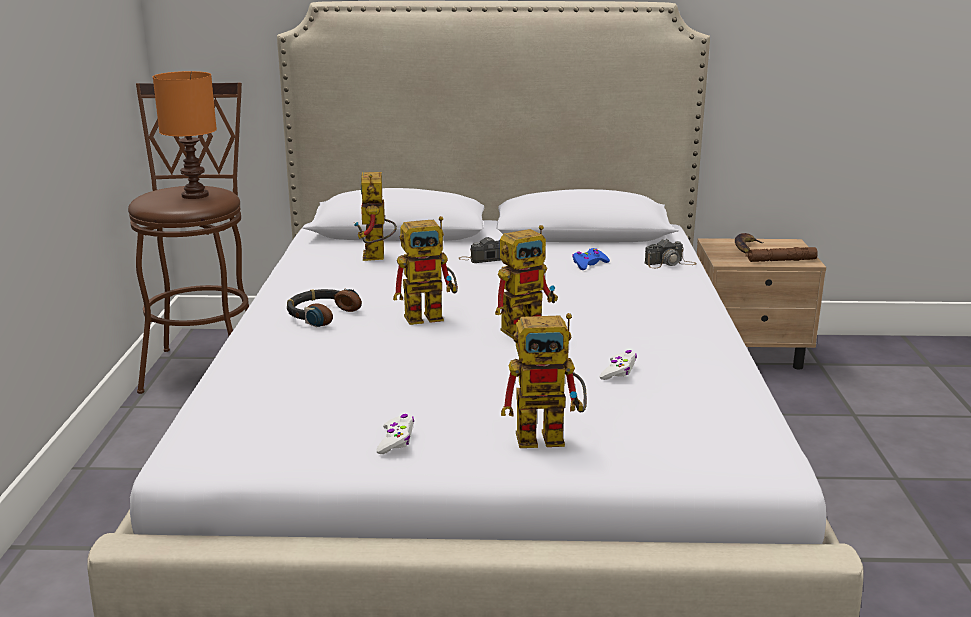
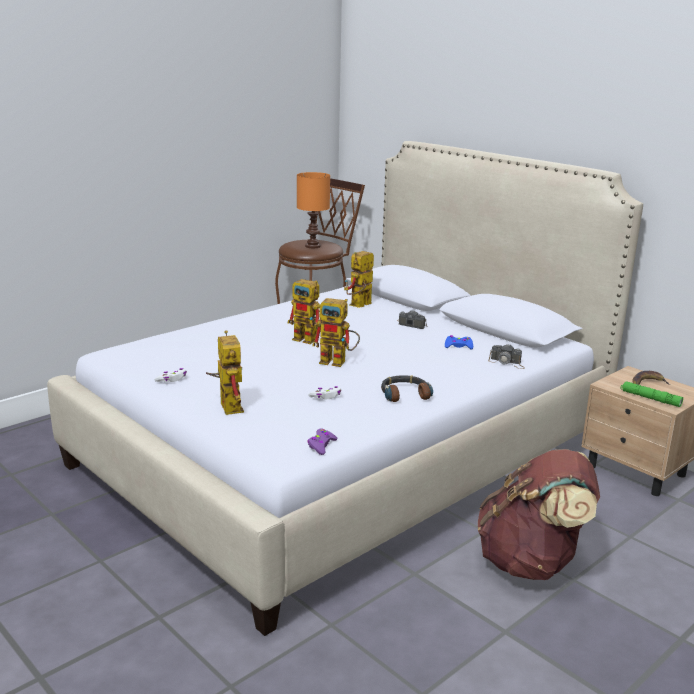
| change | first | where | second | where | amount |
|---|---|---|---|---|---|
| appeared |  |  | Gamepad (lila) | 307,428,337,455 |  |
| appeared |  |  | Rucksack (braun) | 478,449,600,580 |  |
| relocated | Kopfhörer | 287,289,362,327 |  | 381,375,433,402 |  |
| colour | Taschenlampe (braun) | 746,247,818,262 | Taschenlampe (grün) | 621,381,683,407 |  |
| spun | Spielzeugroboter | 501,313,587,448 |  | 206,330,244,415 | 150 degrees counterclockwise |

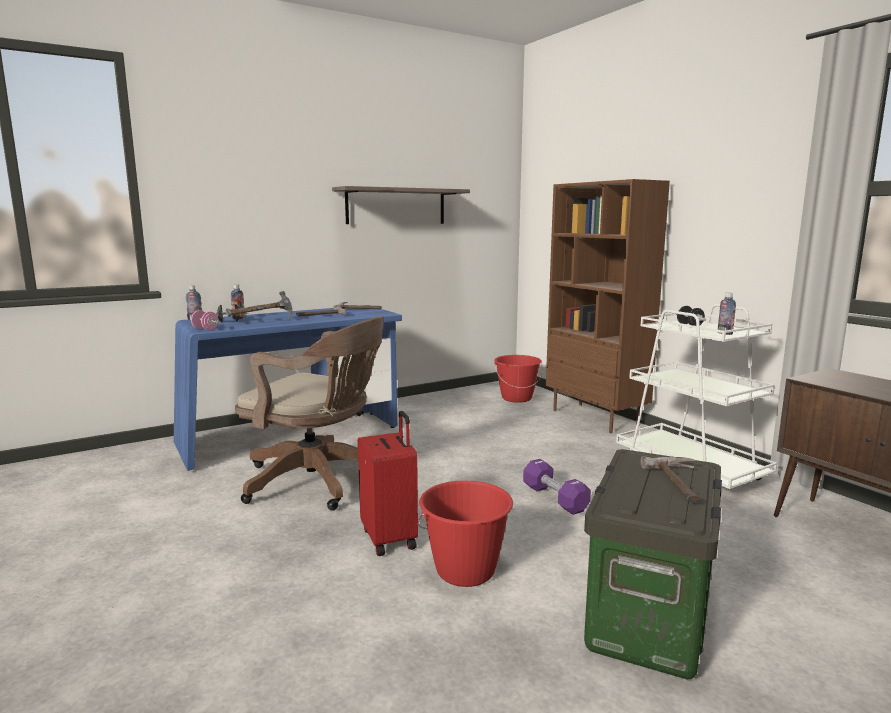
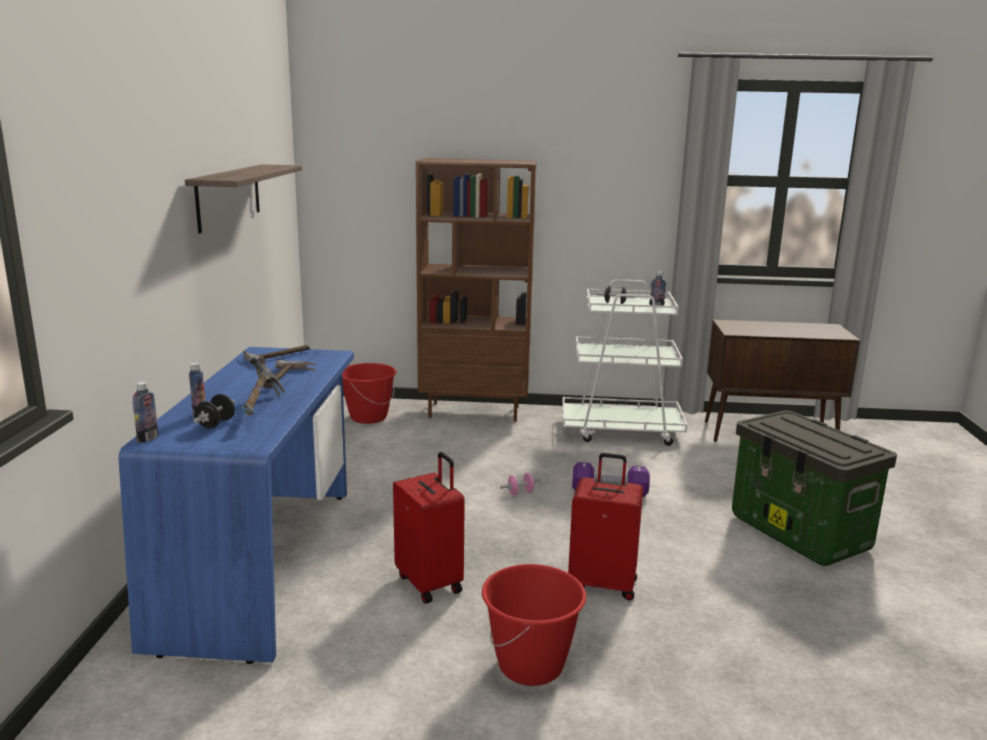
| change | first | where | second | where | amount |
|---|---|---|---|---|---|
| missing | Hammer | 640,456,700,502 |  |  |  |
| relocated | Hantel (rosa) | 191,310,219,330 |  | 500,473,541,495 |  |
| relocated | Eimer (rot) | 418,480,513,587 |  | 482,564,586,686 |  |
| exchanged | Bürostuhl (braun) | 235,316,384,511 | Koffer (rot) | 393,452,465,603 |  |

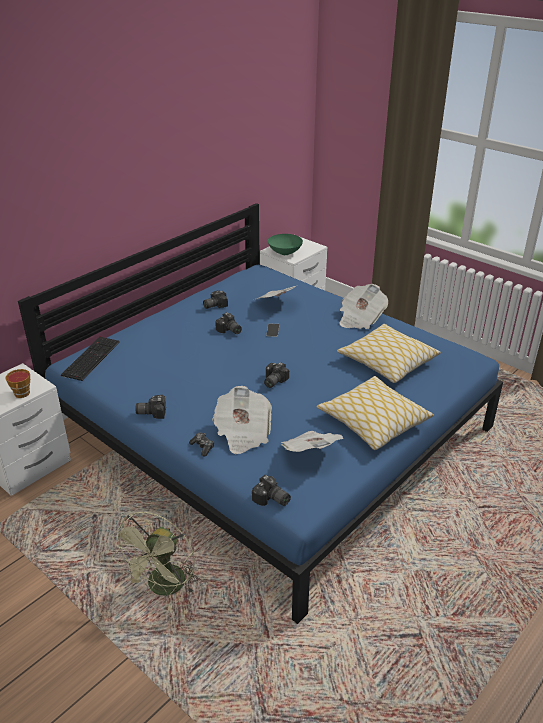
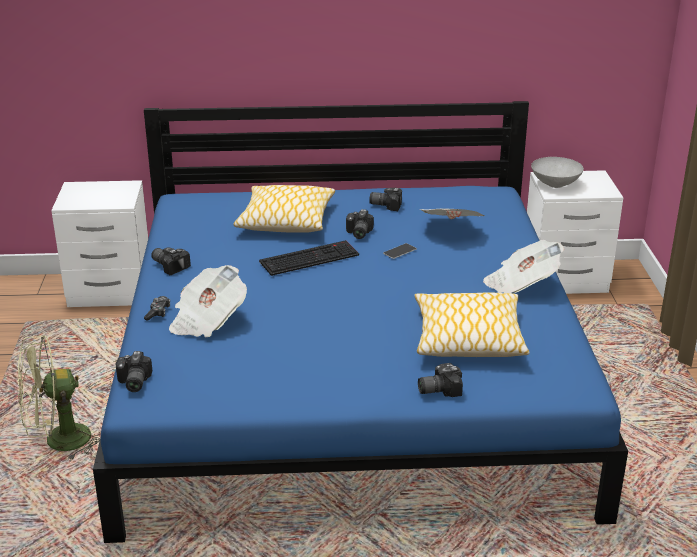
| change | first | where | second | where | amount |
|---|---|---|---|---|---|
| missing | Tasse | 5,369,30,398 |  |  |  |
| missing | Zeitung | 281,431,343,452 |  |  |  |
| relocated | Tastatur | 61,337,120,381 |  | 259,240,359,276 |  |
| relocated | Kamera | 264,362,289,388 |  | 418,363,463,397 |  |
| relocated | Kissen | 317,376,434,450 |  | 233,185,335,233 |  |
| colour | Schüssel (grün) | 268,234,303,255 | Schüssel (grau) | 531,157,584,188 |  |

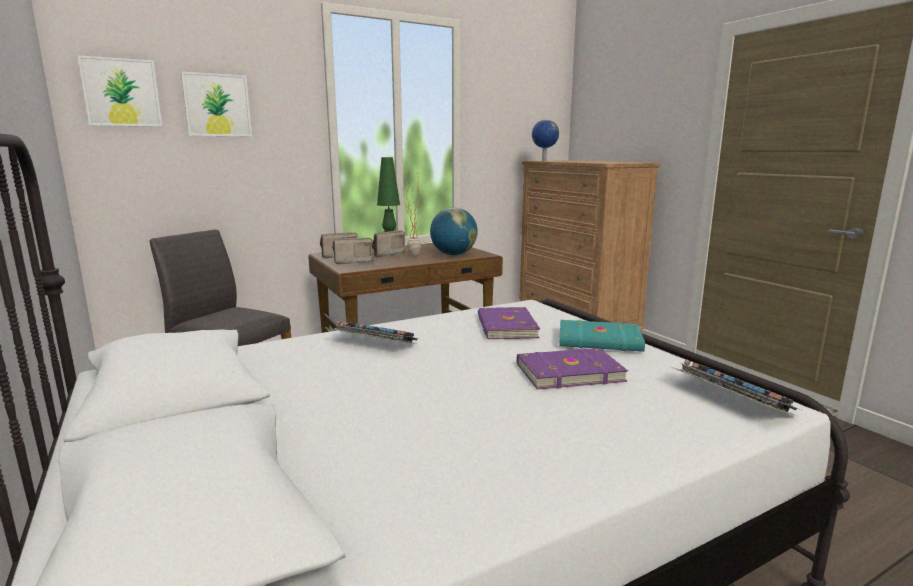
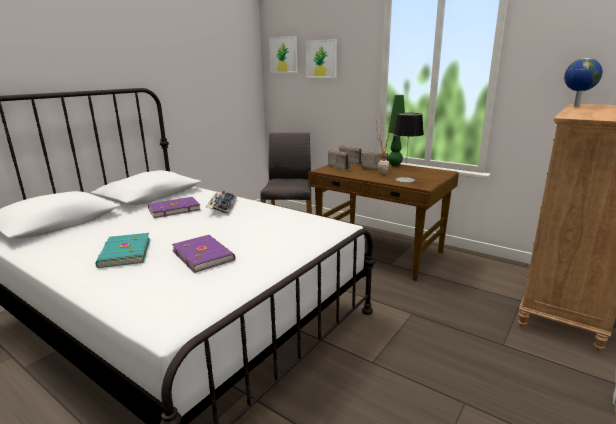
| change | first | where | second | where | amount |
|---|---|---|---|---|---|
| missing | Tastatur | 672,360,801,416 |  |  |  |
| relocated | Buch (lila) | 478,307,540,339 |  | 148,197,201,218 |  |
| relocated | Buch (türkis) | 559,320,645,352 |  | 95,233,150,268 |  |
| exchanged | Globus | 430,207,478,255 | Tischlampe | 394,113,424,183 |  |

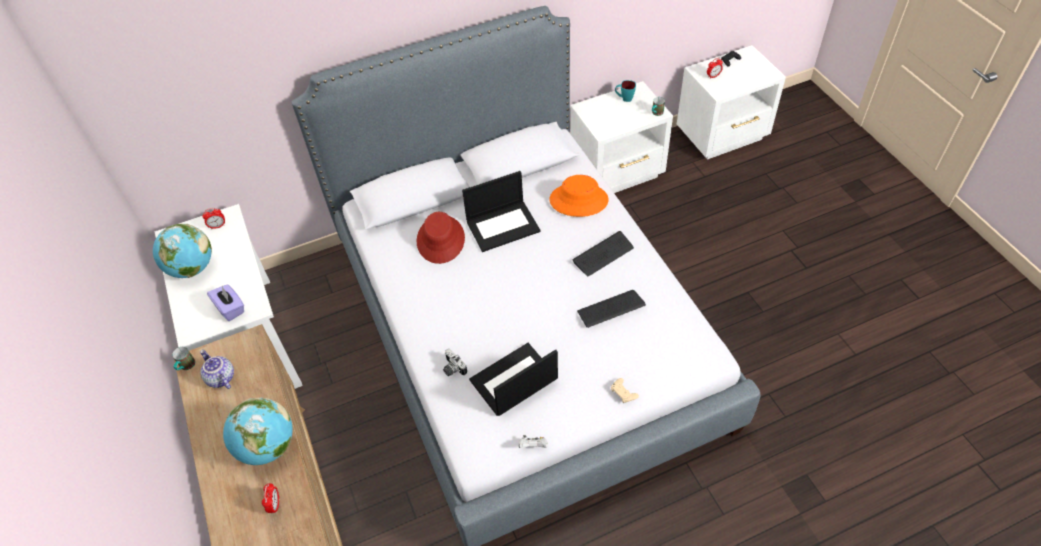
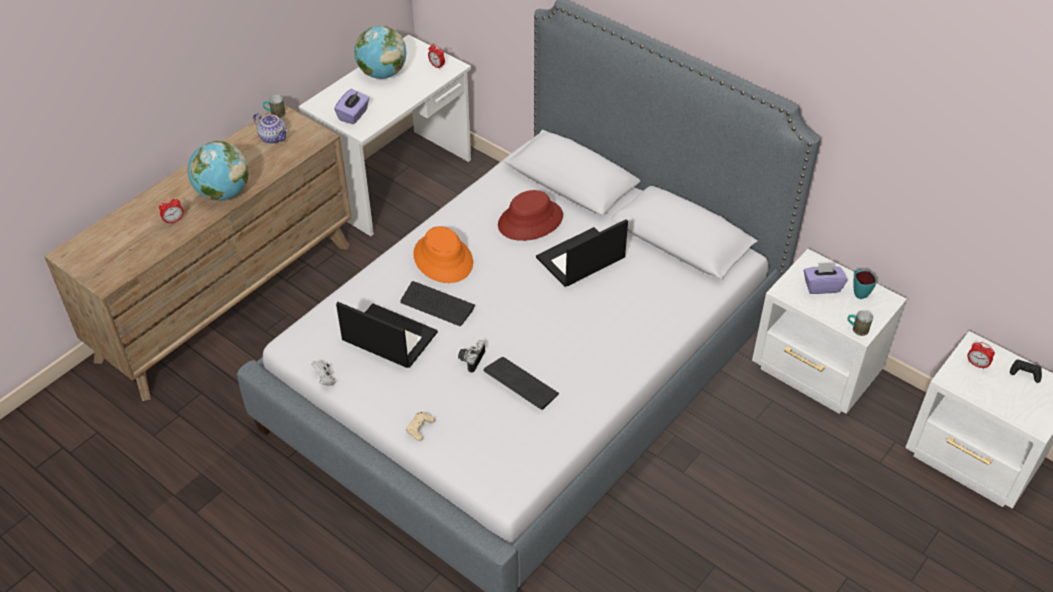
| change | first | where | second | where | amount |
|---|---|---|---|---|---|
| appeared |  |  | Taschentuchbox (lila) | 804,263,848,294 |  |
| relocated | Kamera | 443,349,467,376 |  | 458,340,485,373 |  |
| relocated | Hut (orange) | 549,175,609,217 |  | 413,226,473,283 |  |
| relocated | Tastatur | 572,231,634,276 |  | 400,281,475,326 |  |
| spun | Teekanne | 200,350,234,389 |  | 253,113,288,144 | 105 degrees clockwise |
| spun | Laptop | 462,171,540,252 |  | 536,219,628,287 | 105 degrees clockwise |

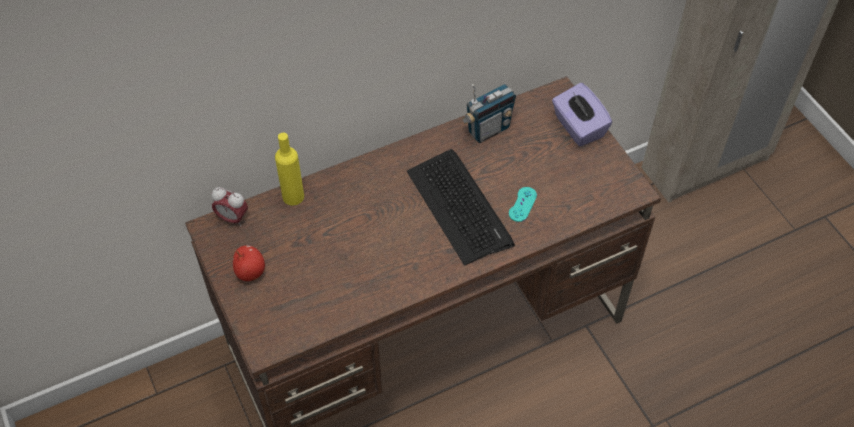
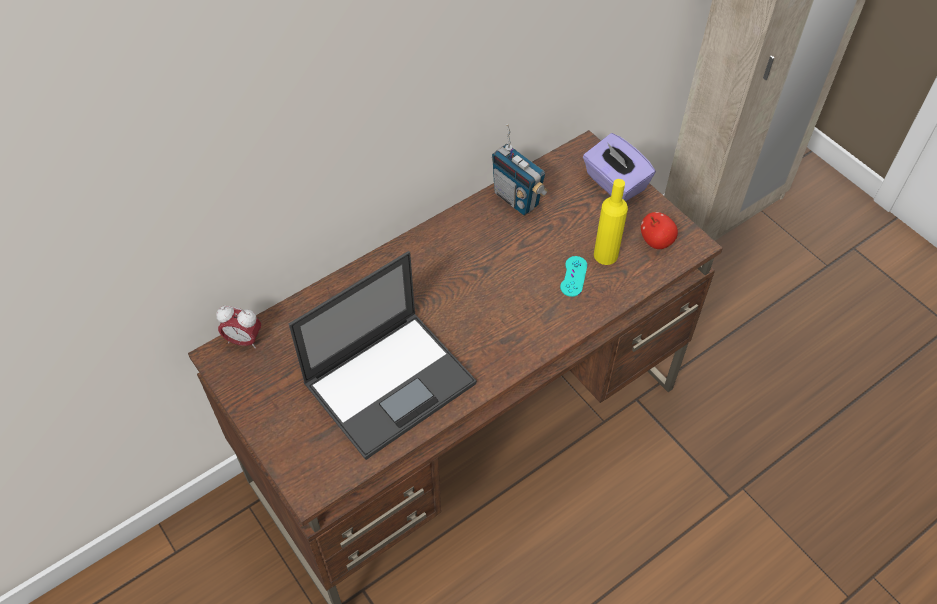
| change | first | where | second | where | amount |
|---|---|---|---|---|---|
| missing | Tastatur | 407,149,515,265 |  |  |  |
| appeared |  |  | Laptop | 289,251,477,460 |  |
| relocated | Apfel | 233,245,265,281 |  | 641,212,678,249 |  |
| relocated | Flasche (gelb) | 275,133,304,205 |  | 594,179,628,265 |  |
| spun | Radio | 462,84,516,143 |  | 492,124,549,215 | 90 degrees clockwise |

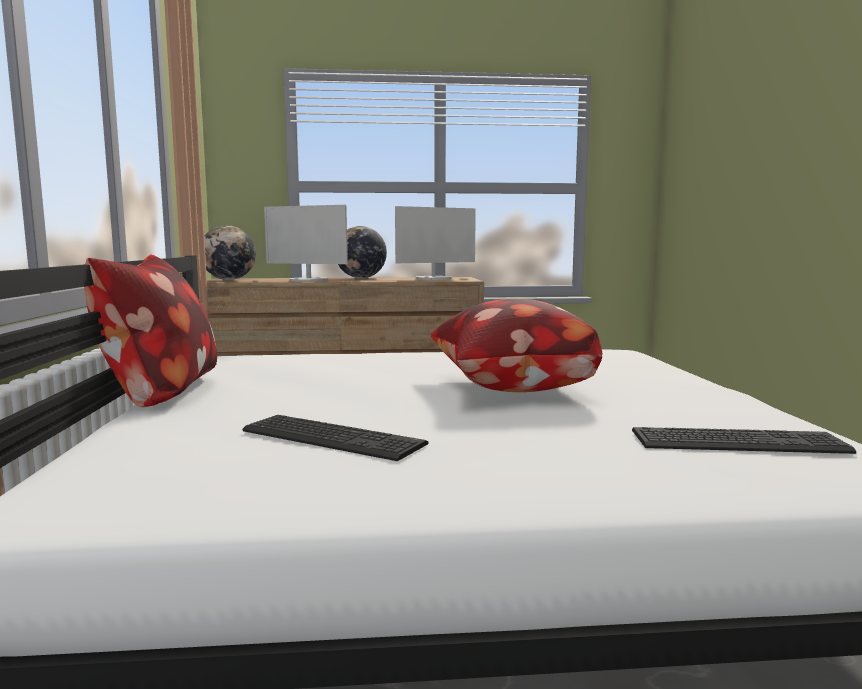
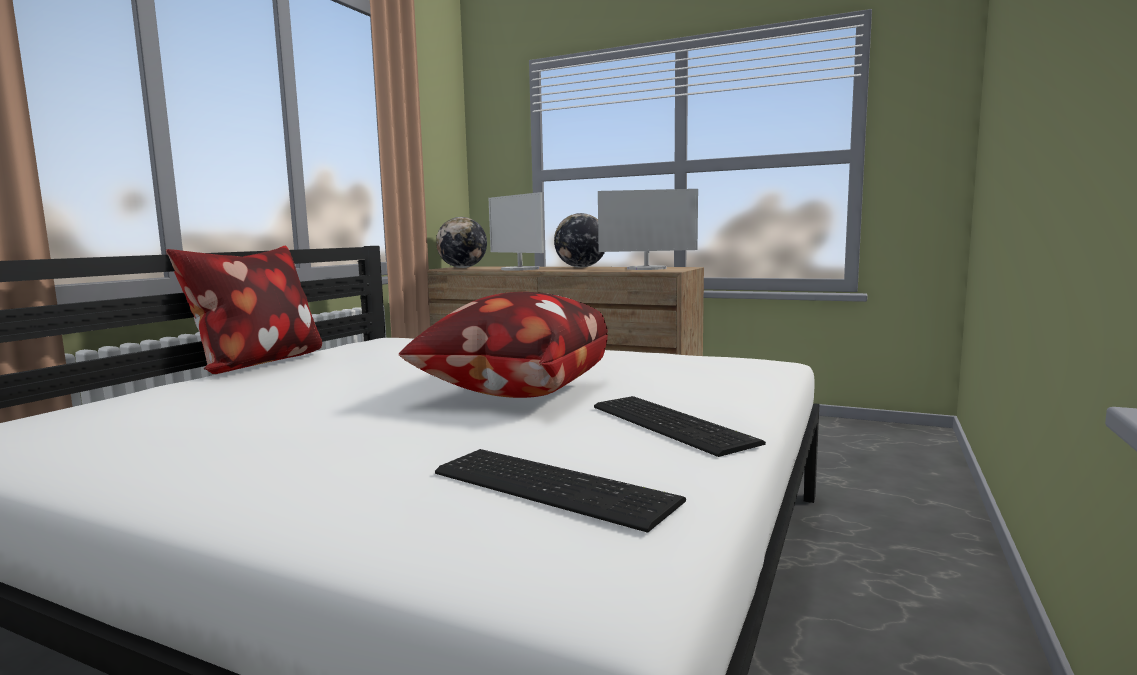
| change | first | where | second | where | amount |
|---|---|---|---|---|---|
| relocated | Tastatur | 242,415,429,461 |  | 594,396,766,457 |  |

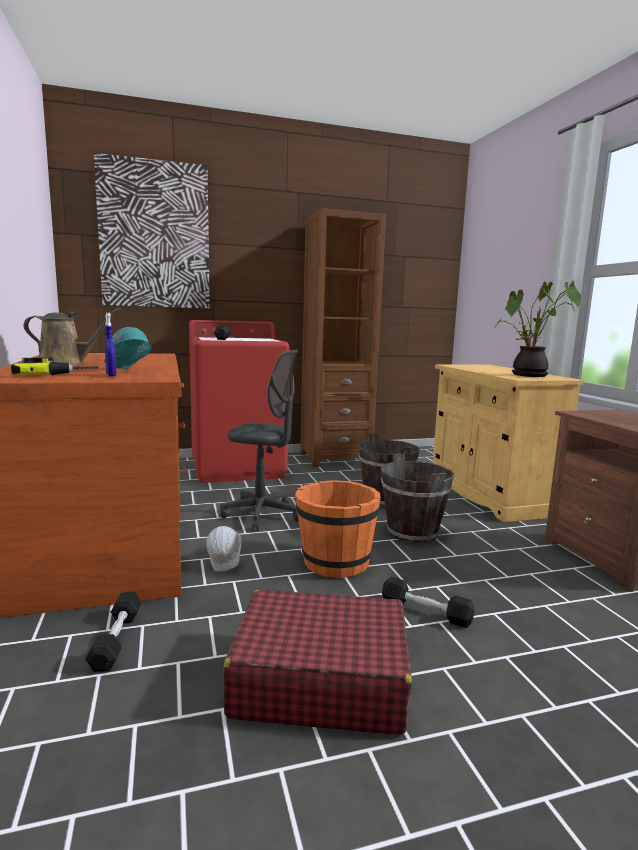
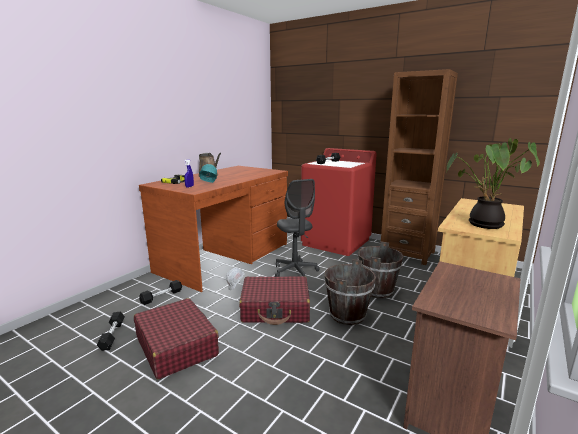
| change | first | where | second | where | amount |
|---|---|---|---|---|---|
| missing | Bild | 94,153,210,309 |  |  |  |
| relocated | Hantel (schwarz) | 382,577,474,628 |  | 97,312,125,351 |  |
| exchanged | Eimer (orange) | 295,480,380,578 | Koffer (rot) | 239,276,310,325 |  |

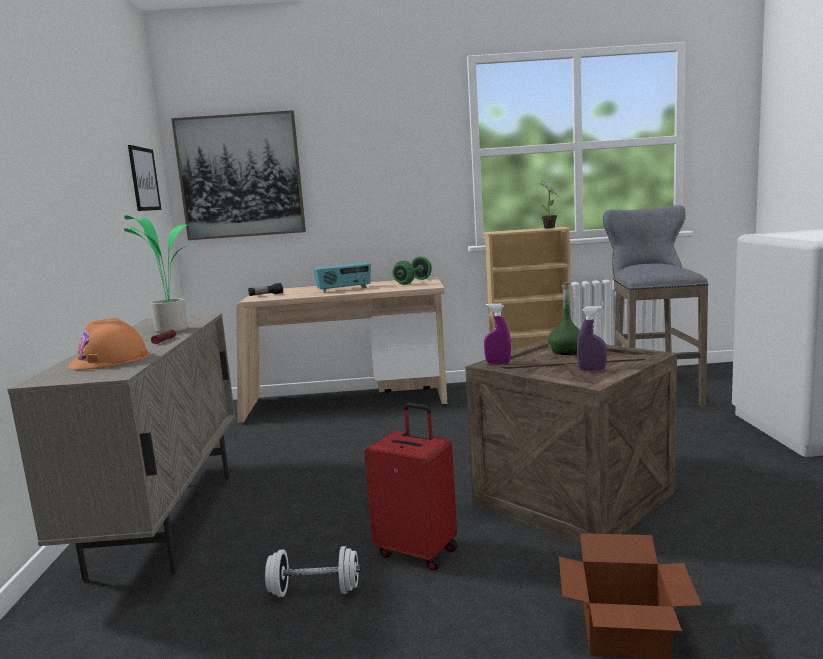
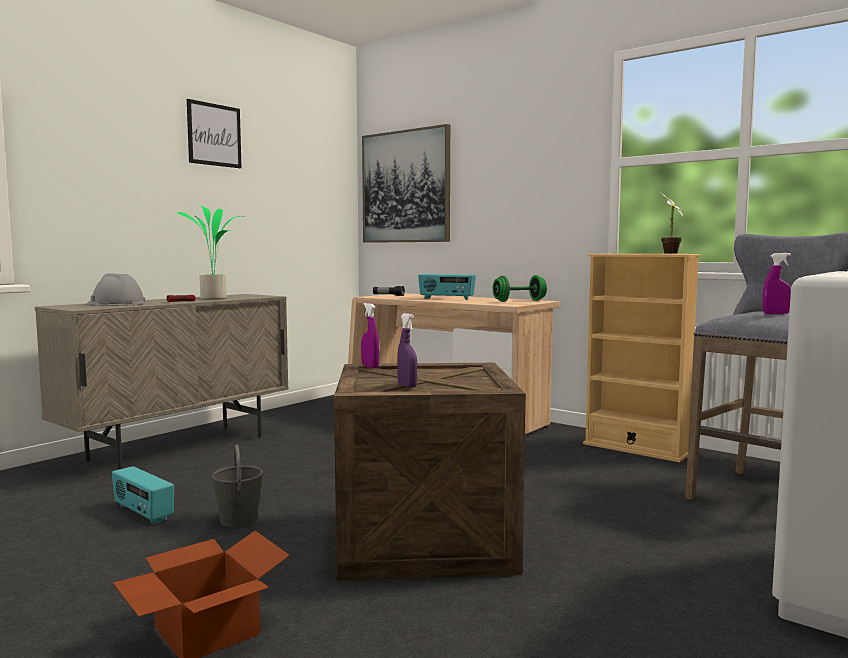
| change | first | where | second | where | amount |
|---|---|---|---|---|---|
| missing | Flasche (grün) | 548,282,580,355 |  |  |  |
| appeared |  |  | Sprühflasche (lila) | 763,253,791,314 |  |
| relocated | Bild | 128,145,161,211 |  | 187,99,242,168 |  |
| exchanged | Hantel (weiß) | 265,546,361,597 | Radio | 112,466,174,525 |  |
| exchanged | Koffer (rot) | 364,403,458,571 | Eimer (grau) | 211,444,263,527 |  |
| colour | Schutzhelm (orange) | 68,318,150,370 | Schutzhelm (grau) | 86,273,145,306 |  |

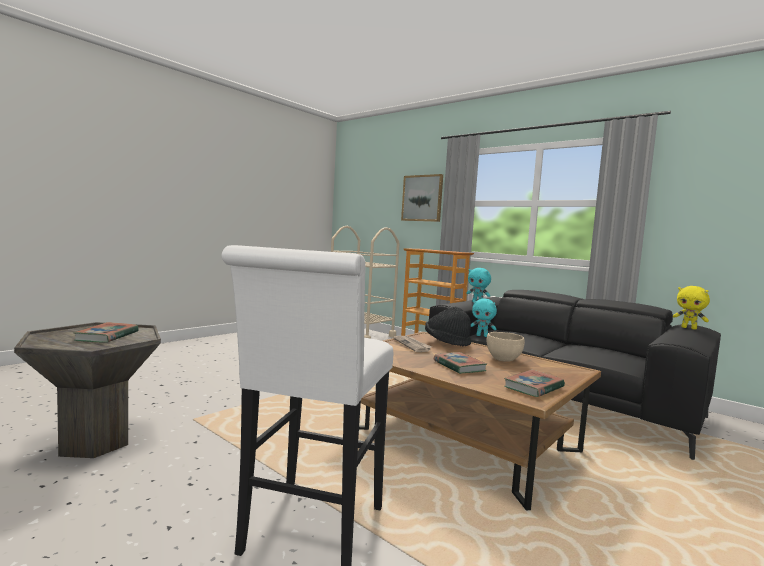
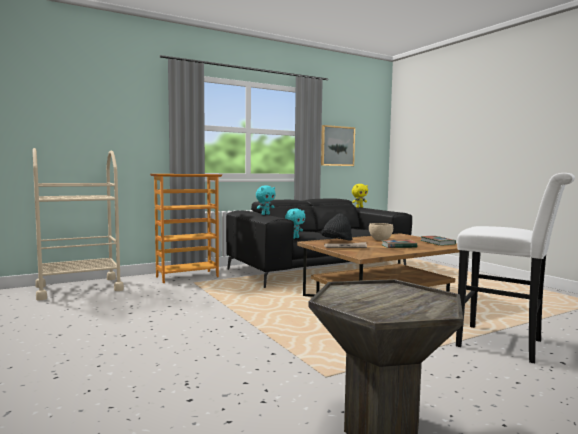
| change | first | where | second | where | amount |
|---|---|---|---|---|---|
| missing | Buch | 73,322,139,343 |  |  |  |
| relocated | Bild | 401,174,443,222 |  | 321,125,355,166 |  |

